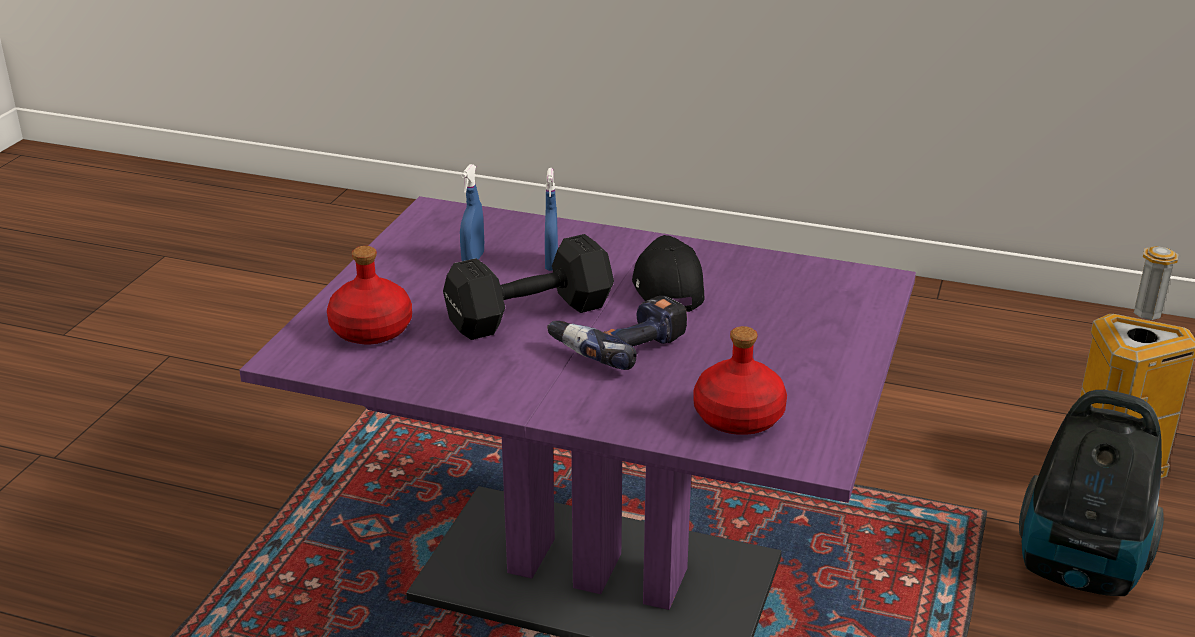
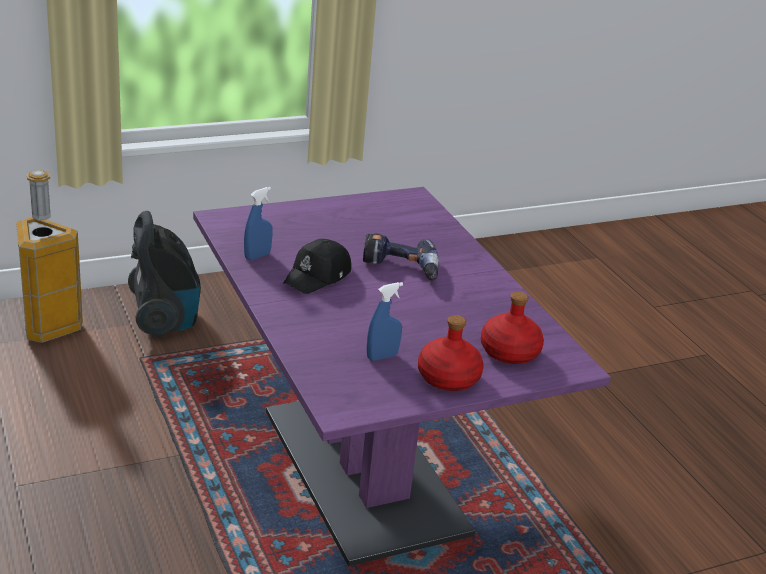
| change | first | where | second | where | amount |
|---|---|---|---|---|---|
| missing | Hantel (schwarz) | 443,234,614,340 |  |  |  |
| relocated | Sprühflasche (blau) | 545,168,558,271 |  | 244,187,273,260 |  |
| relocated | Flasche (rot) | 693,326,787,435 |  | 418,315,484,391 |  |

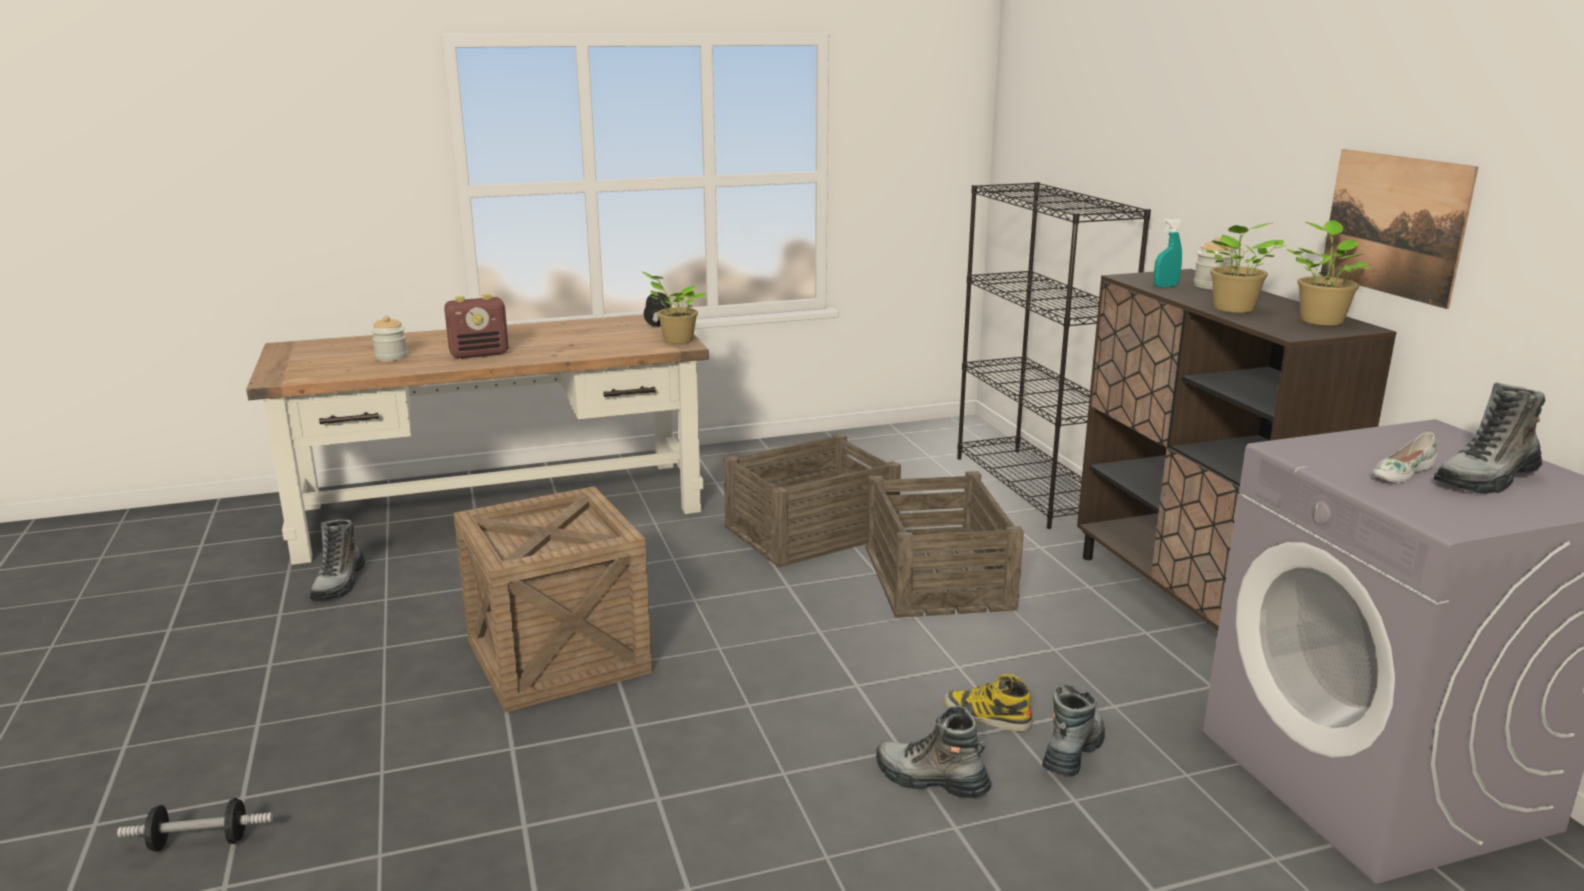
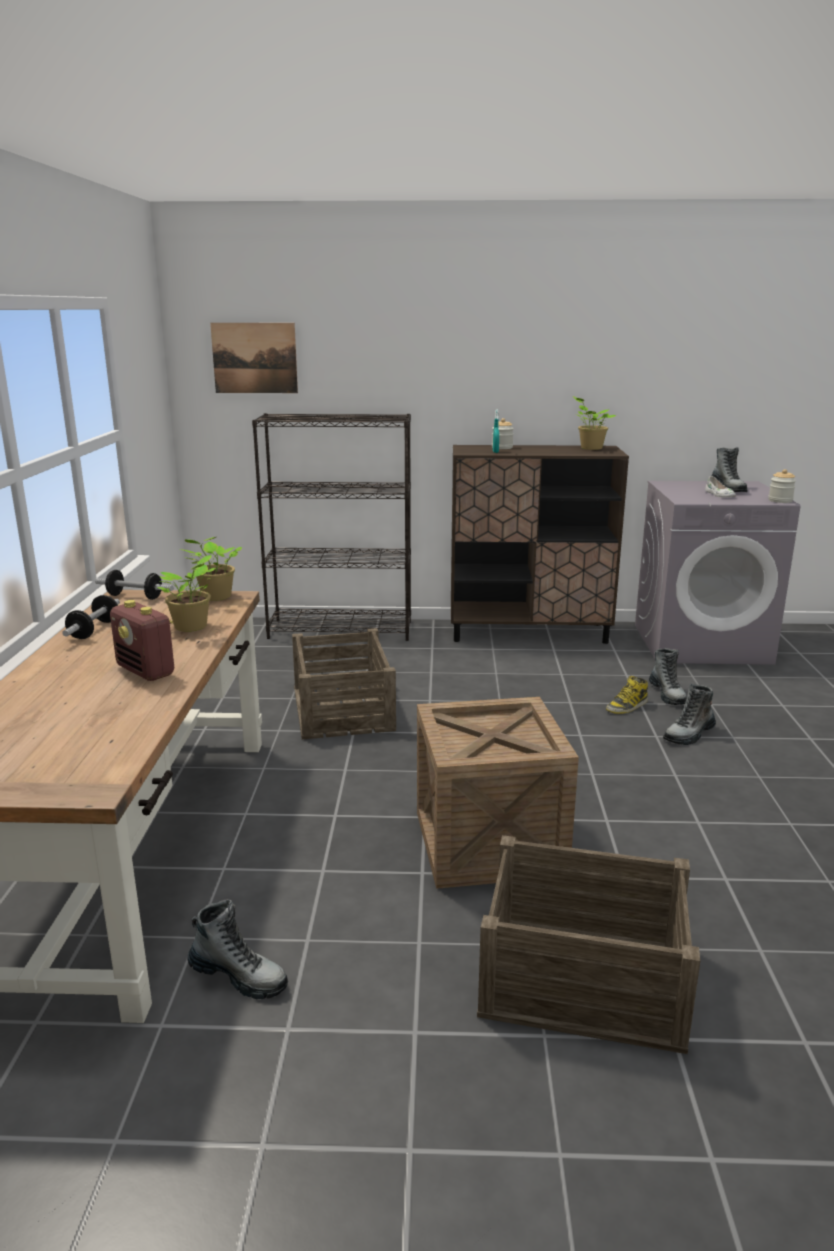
| change | first | where | second | where | amount |
|---|---|---|---|---|---|
| relocated | Hantel | 117,798,273,852 |  | 62,595,120,639 |  |
| relocated | Vorratsglas | 371,316,407,361 |  | 768,469,796,503 |  |
| relocated | Kiste | 866,471,1024,618 |  | 477,835,700,1054 |  |
| relocated | Topfpflanze | 1206,223,1284,313 |  | 157,554,216,632 |  |
| relocated | Bild | 1321,149,1478,309 |  | 210,323,298,393 |  |
| spun | Radio | 444,294,509,359 |  | 110,600,174,681 | 135 degrees clockwise |
| spun | Stiefel | 1042,684,1105,776 |  | 649,648,687,705 | 150 degrees counterclockwise |

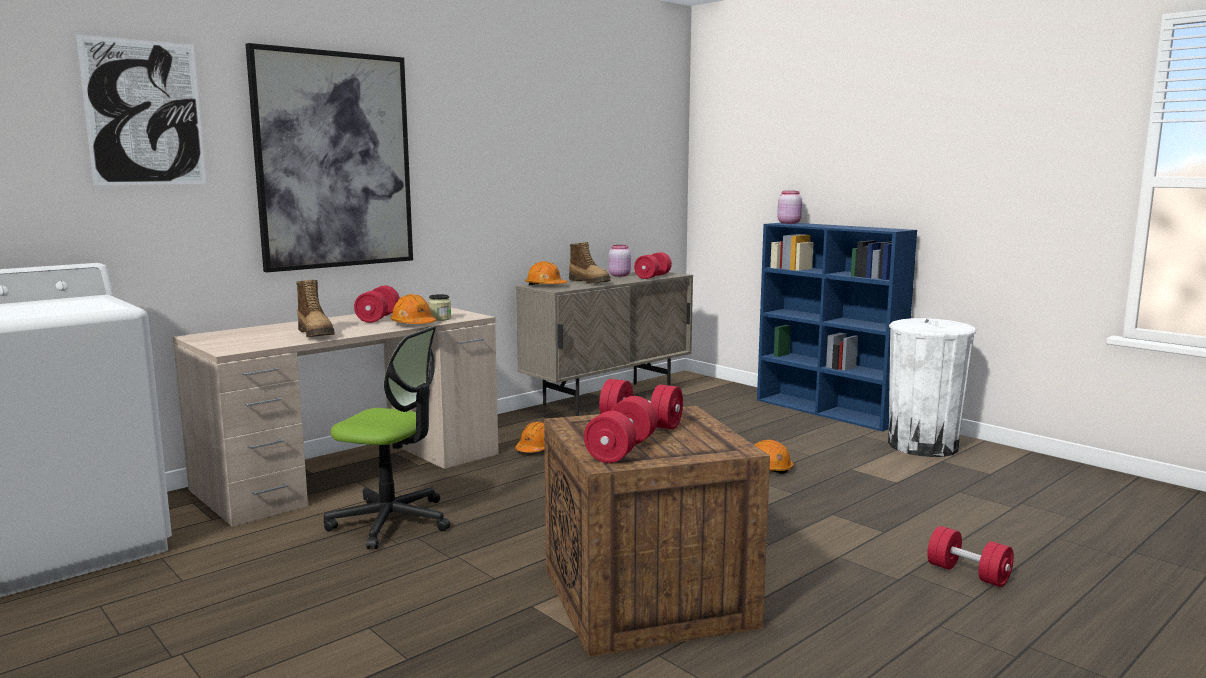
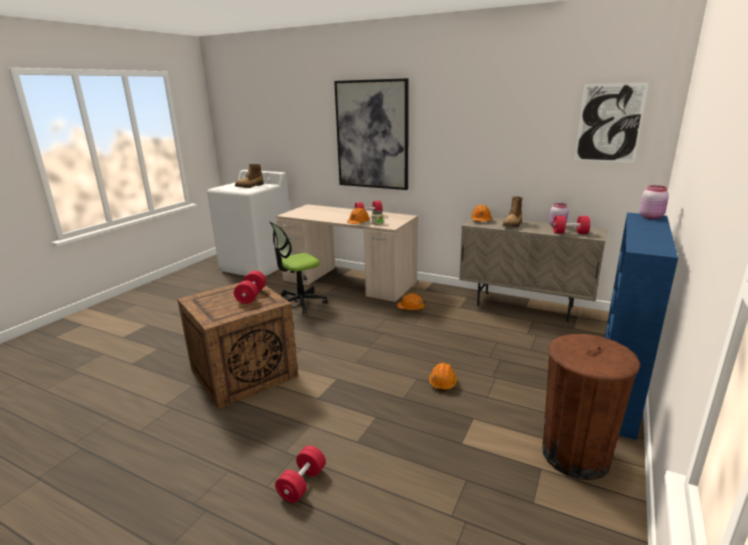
| change | first | where | second | where | amount |
|---|---|---|---|---|---|
| missing | Hantel (rot) | 584,396,657,463 |  |  |  |
| relocated | Bild | 76,35,206,185 |  | 574,83,648,163 |  |
| relocated | Stiefel | 296,280,335,337 |  | 235,164,264,188 |  |
| colour | Mülleimer (weiß) | 888,318,976,457 | Mülleimer (braun) | 542,334,640,480 |  |
| spun | Bürostuhl | 324,326,450,549 |  | 269,221,328,314 | 60 degrees clockwise |

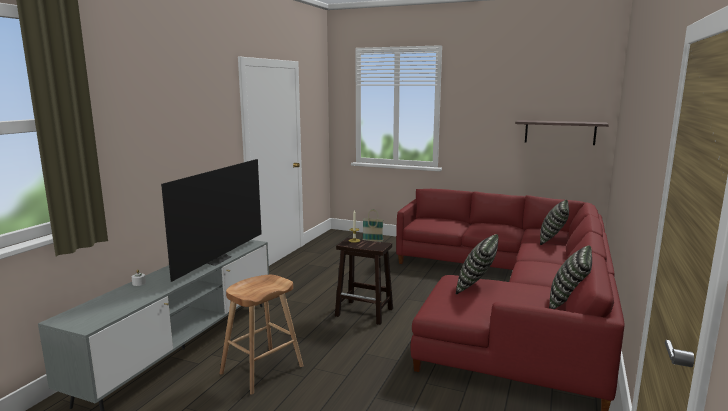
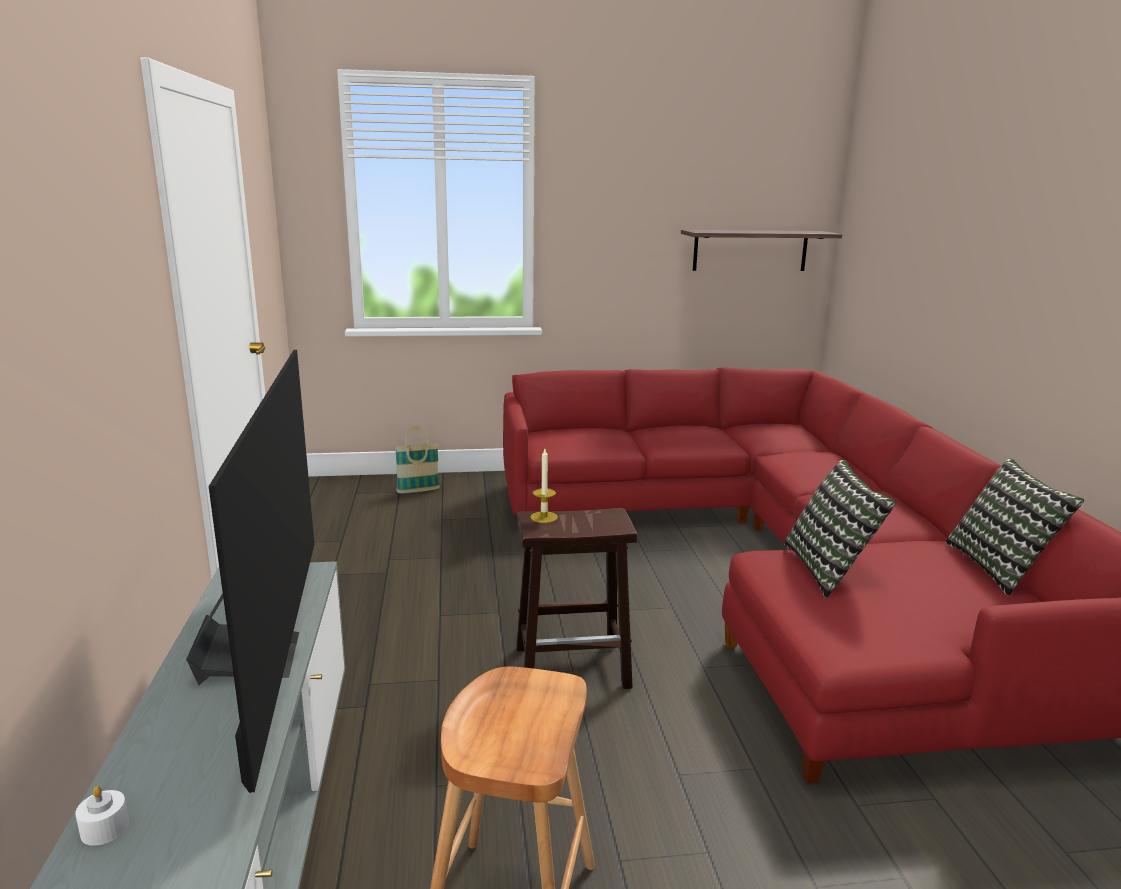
| change | first | where | second | where | amount |
|---|---|---|---|---|---|
| missing | Kissen | 540,200,569,245 |  |  |  |

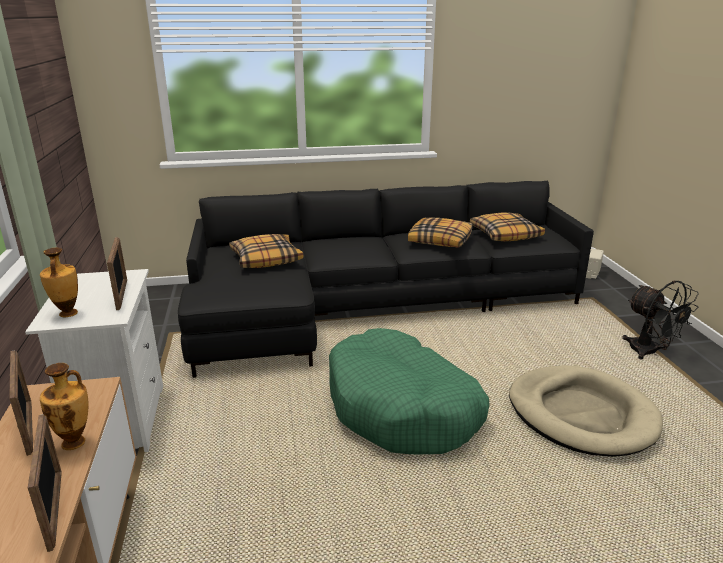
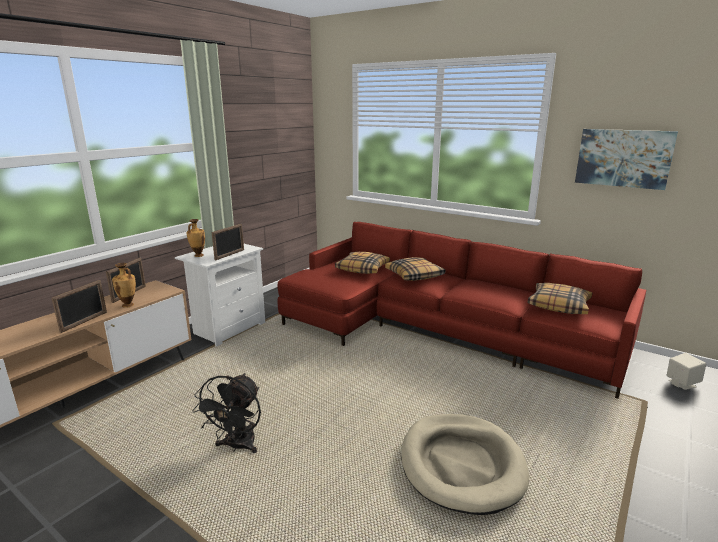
| change | first | where | second | where | amount |
|---|---|---|---|---|---|
| missing | Hundebett (grün) | 329,328,490,454 |  |  |  |
| appeared |  |  | Bild | 575,129,678,190 |  |
| relocated | Kissen | 408,218,473,248 |  | 385,257,445,281 |  |
| relocated | Ventilator (schwarz) | 622,281,699,360 |  | 192,373,261,453 |  |
| colour | Sofa (schwarz) | 178,181,594,378 | Sofa (rot) | 277,222,647,398 |  |

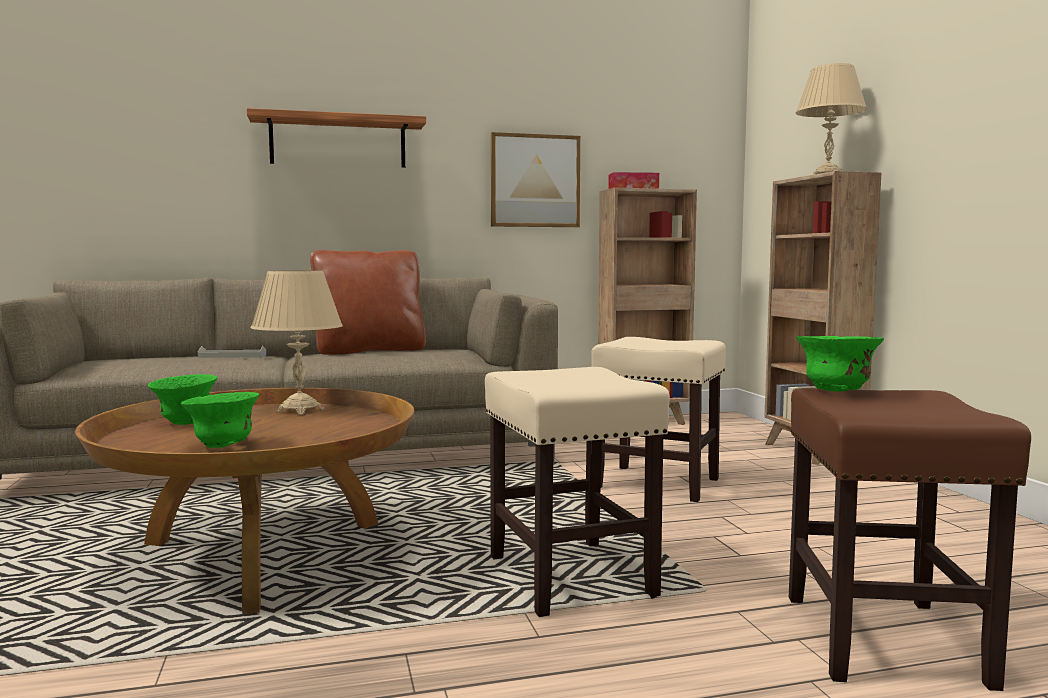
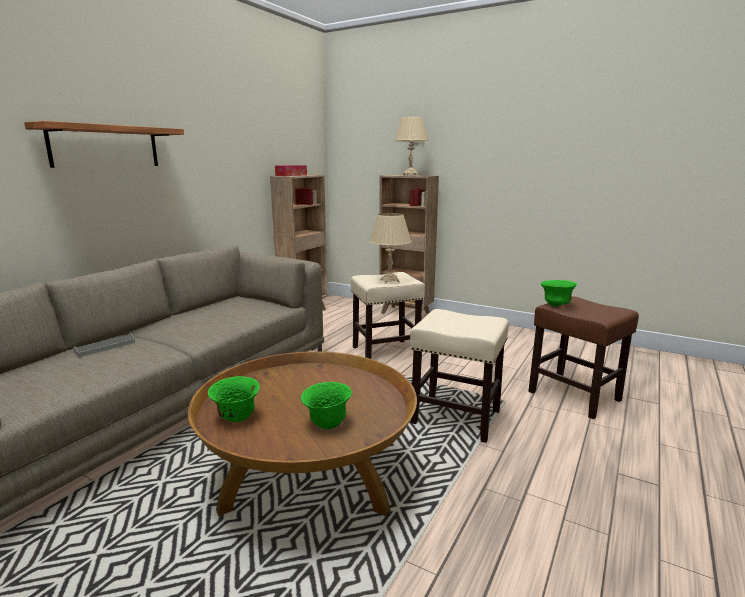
| change | first | where | second | where | amount |
|---|---|---|---|---|---|
| missing | Kissen (braun) | 310,250,426,355 |  |  |  |
| missing | Bild | 490,132,580,227 |  |  |  |
| relocated | Tischlampe (beige) | 251,270,343,415 |  | 369,213,412,284 |  |

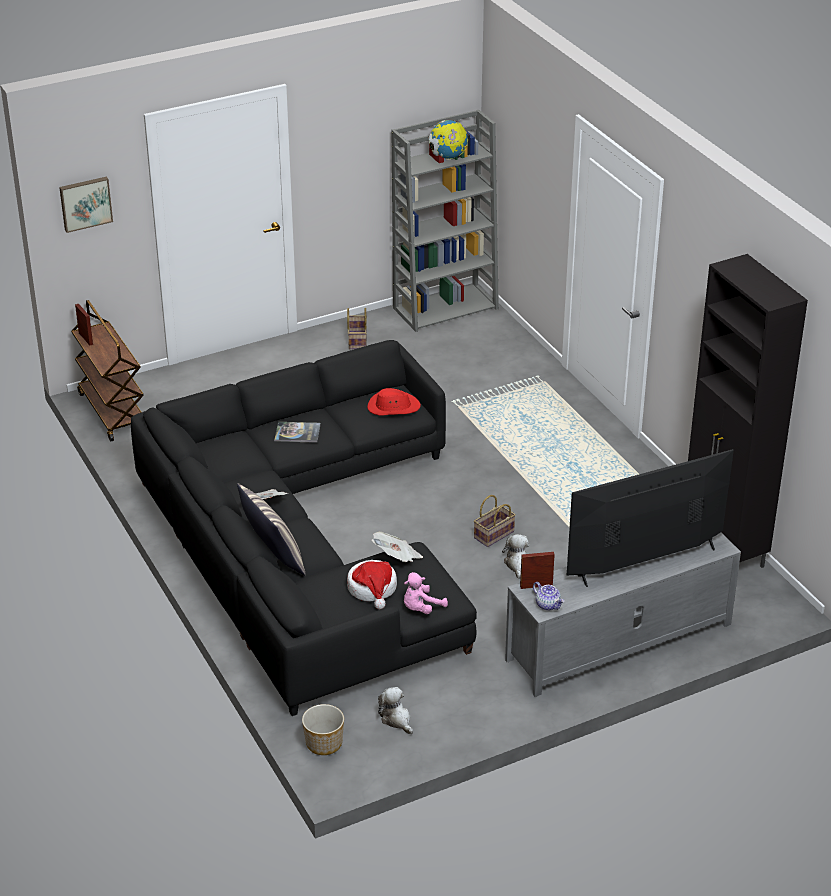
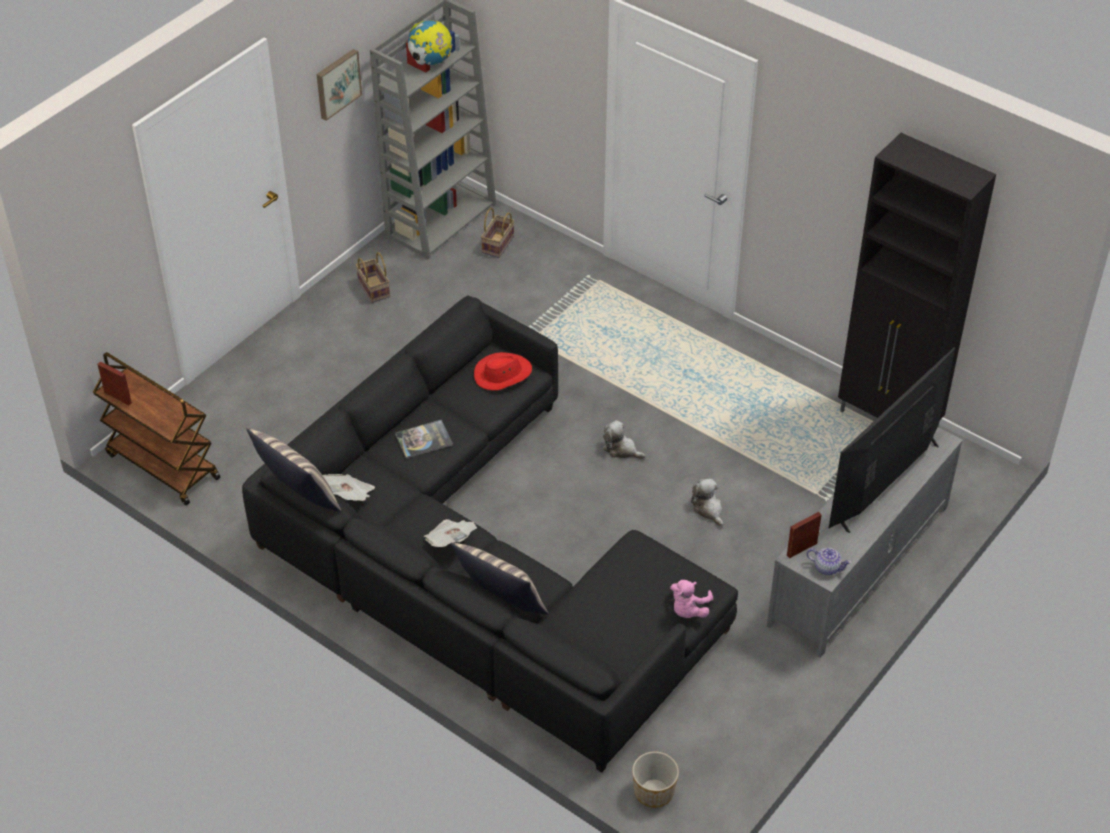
| change | first | where | second | where | amount |
|---|---|---|---|---|---|
| missing | Hut | 347,560,397,609 |  |  |  |
| appeared |  |  | Kissen | 247,428,341,512 |  |
| relocated | Bild | 59,177,113,233 |  | 316,49,362,121 |  |
| relocated | Zeitung | 371,532,423,562 |  | 323,474,375,501 |  |
| relocated | Plüschtier | 378,687,413,734 |  | 603,420,646,459 |  |
| relocated | Korb | 474,495,516,547 |  | 481,208,514,258 |  |

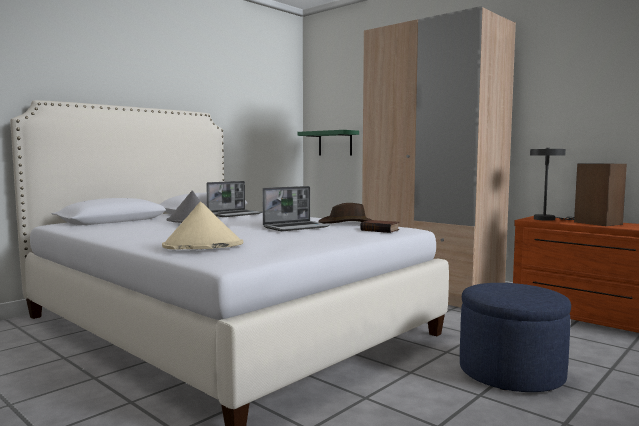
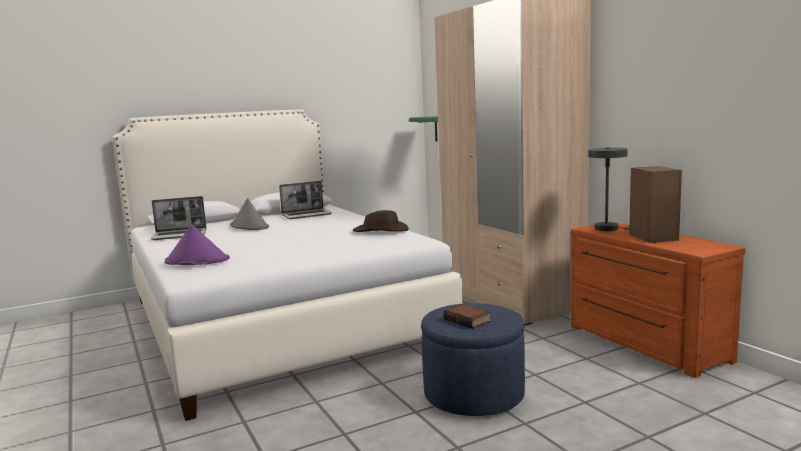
| change | first | where | second | where | amount |
|---|---|---|---|---|---|
| relocated | Laptop | 262,186,330,231 |  | 151,196,206,240 |  |
| relocated | Buch | 360,220,399,233 |  | 443,304,491,329 |  |
| colour | Hut (beige) | 162,202,243,250 | Hut (lila) | 165,224,230,265 |  |

